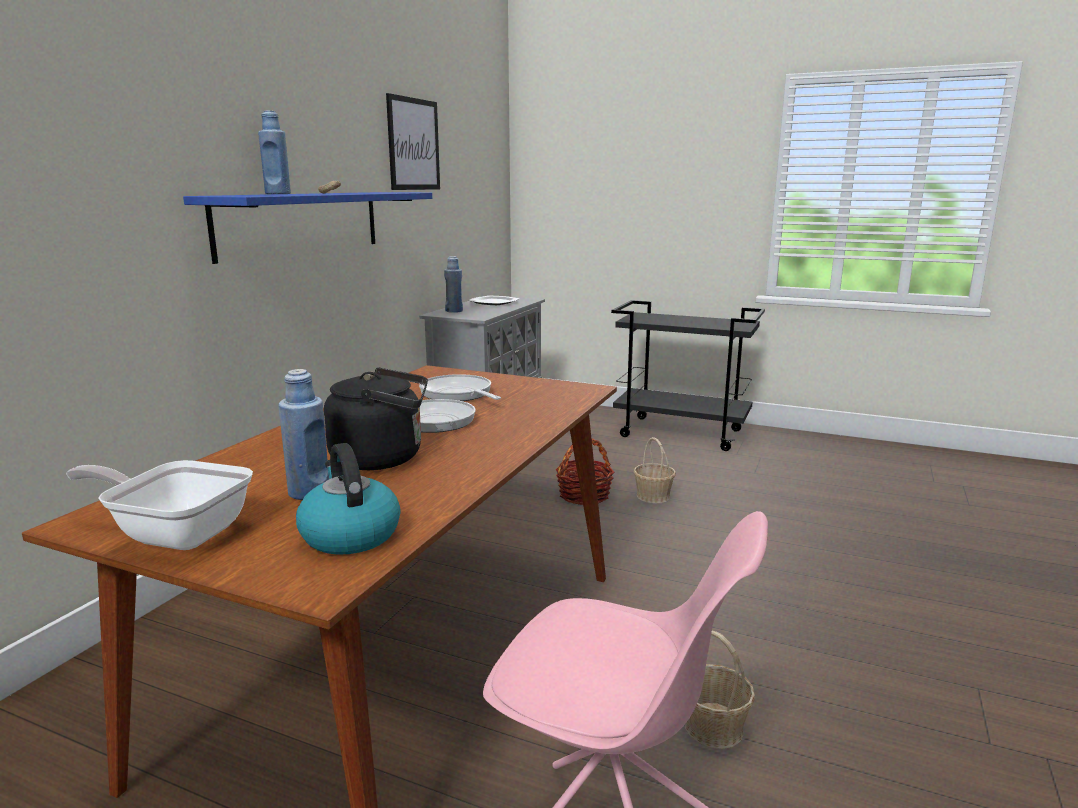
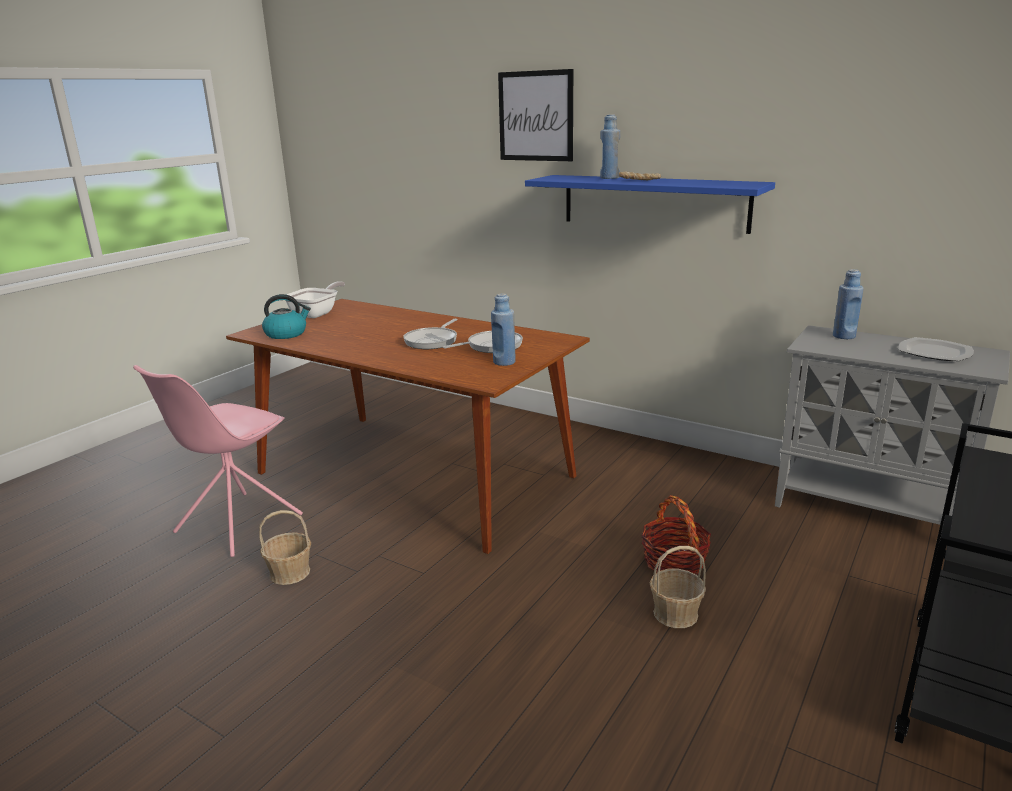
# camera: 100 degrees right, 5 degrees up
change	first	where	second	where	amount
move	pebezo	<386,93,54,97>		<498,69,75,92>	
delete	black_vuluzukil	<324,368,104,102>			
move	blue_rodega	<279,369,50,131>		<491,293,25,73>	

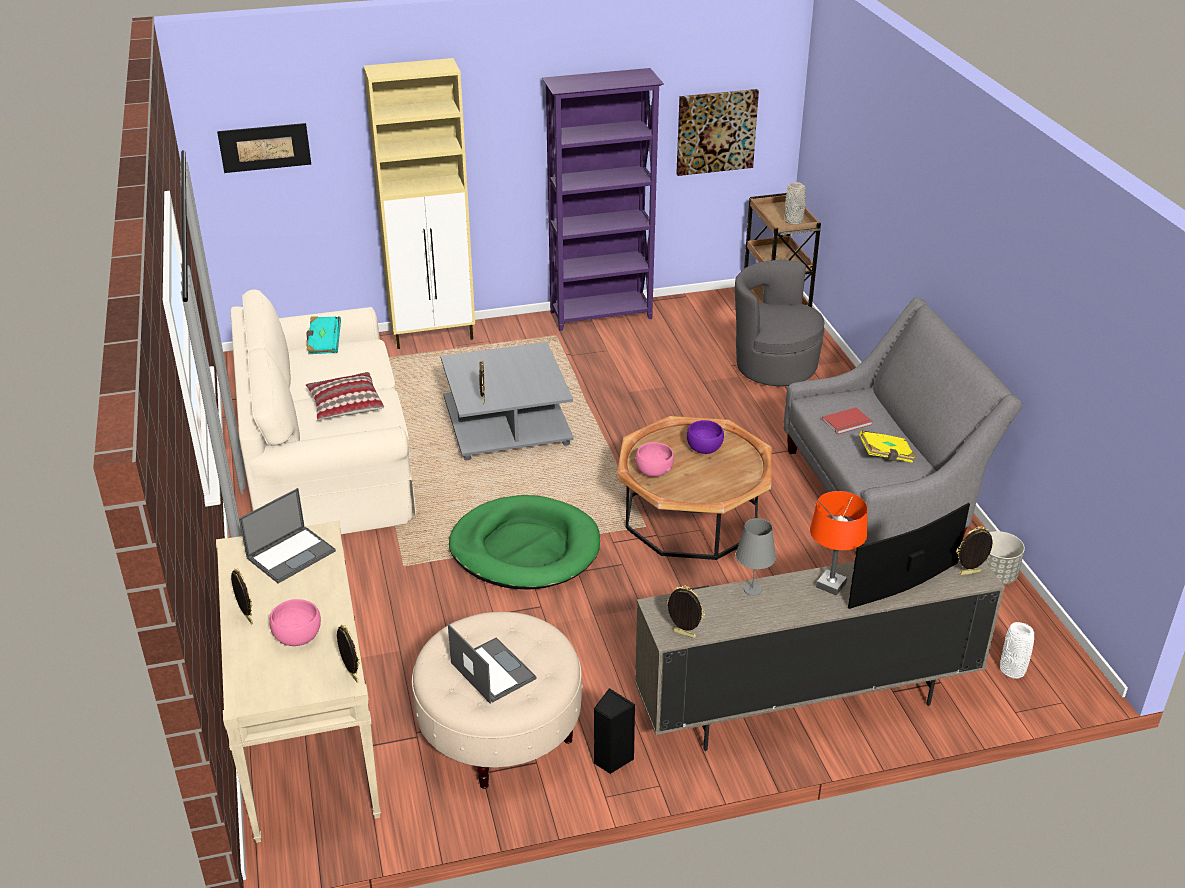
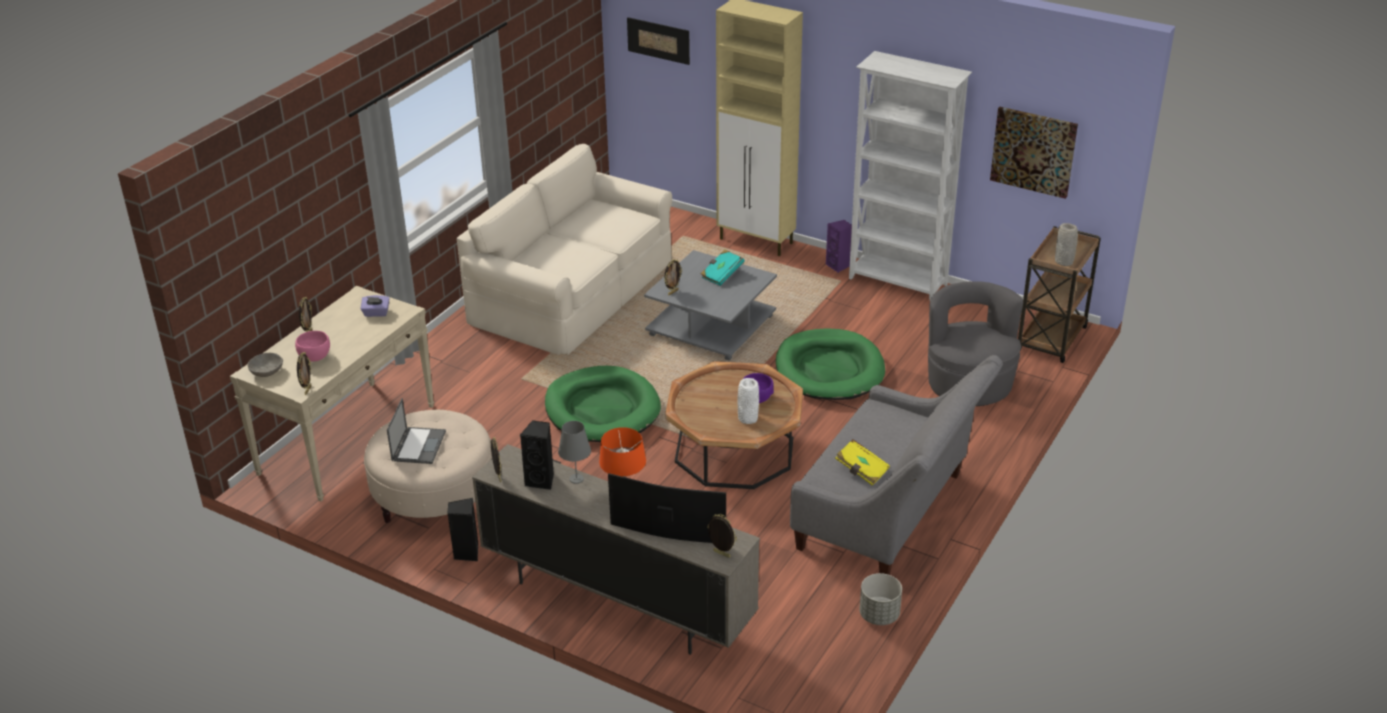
# camera: 45 degrees right, 0 degrees up
change	first	where	second	where	amount
recolor	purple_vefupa	<542,68,122,263>	white_vefupa	<849,51,123,249>	
move	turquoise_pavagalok	<306,316,35,38>		<700,249,45,37>	
delete	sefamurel	<306,372,78,48>			
delete	red_pavagalok	<822,407,50,27>			
delete	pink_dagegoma	<635,442,39,35>			
replace	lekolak	<239,488,97,95>	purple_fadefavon	<361,295,29,22>	
move	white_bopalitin	<1000,622,34,57>		<737,378,22,46>	
insert			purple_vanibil	<826,220,26,53>	
insert			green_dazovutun	<776,328,109,72>	
insert			grey_dagegoma	<247,353,36,24>	
insert			black_vanibil	<520,420,34,70>	

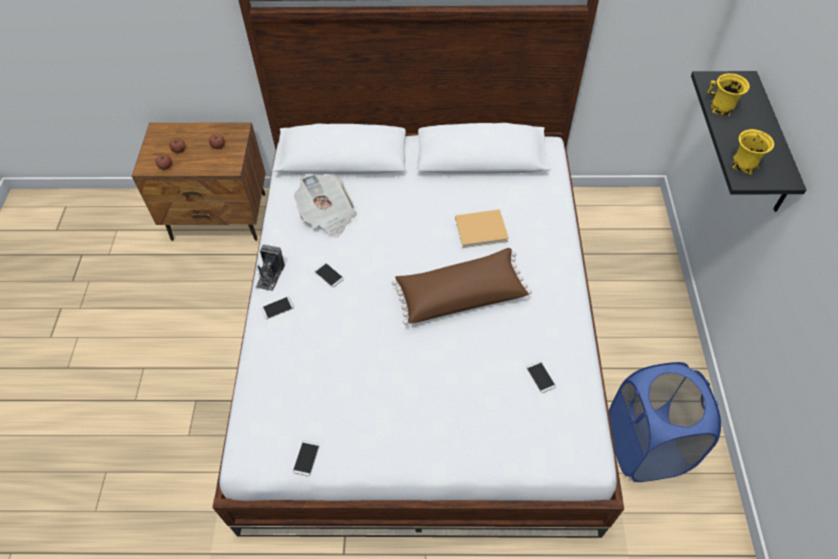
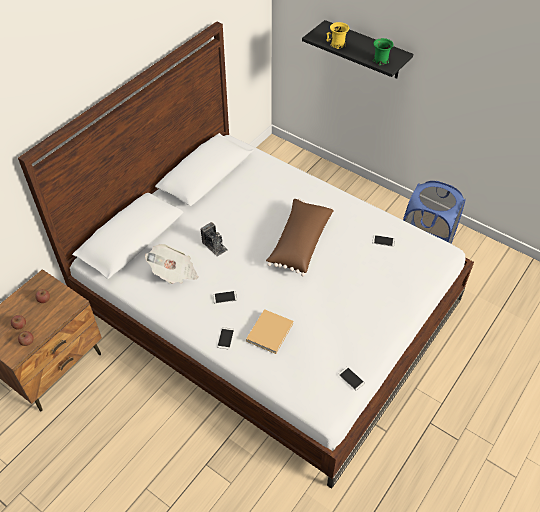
# camera: 55 degrees left, 5 degrees down
change	first	where	second	where	amount
recolor	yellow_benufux	<732,129,42,46>	green_benufux	<373,38,21,27>	
move	beige_pavagalok	<455,209,54,39>		<246,309,47,45>	
move	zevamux	<255,245,30,46>		<201,222,27,35>	

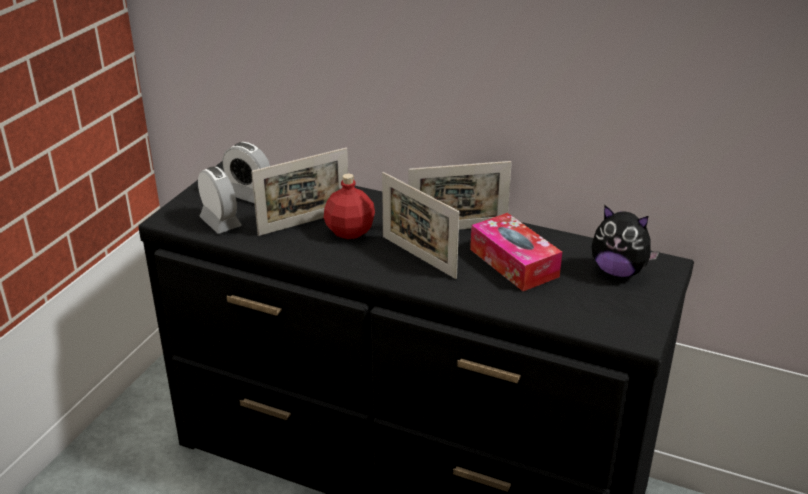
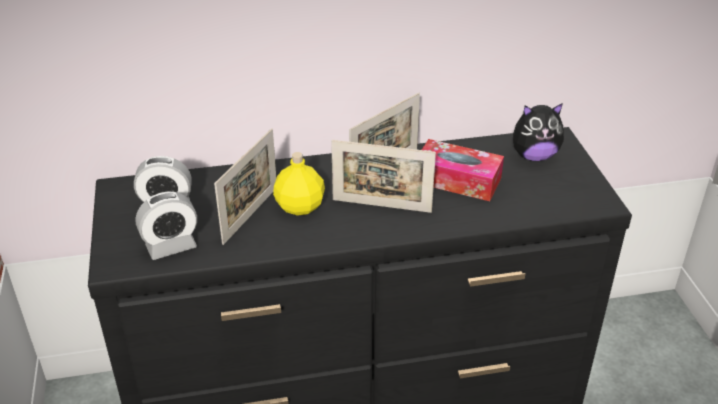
# camera: 35 degrees left, 5 degrees up
change	first	where	second	where	amount
rotate	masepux	<198,167,44,67>		<135,192,62,68>	135 degrees clockwise
recolor	red_rodega	<324,174,51,65>	yellow_rodega	<273,152,52,64>	

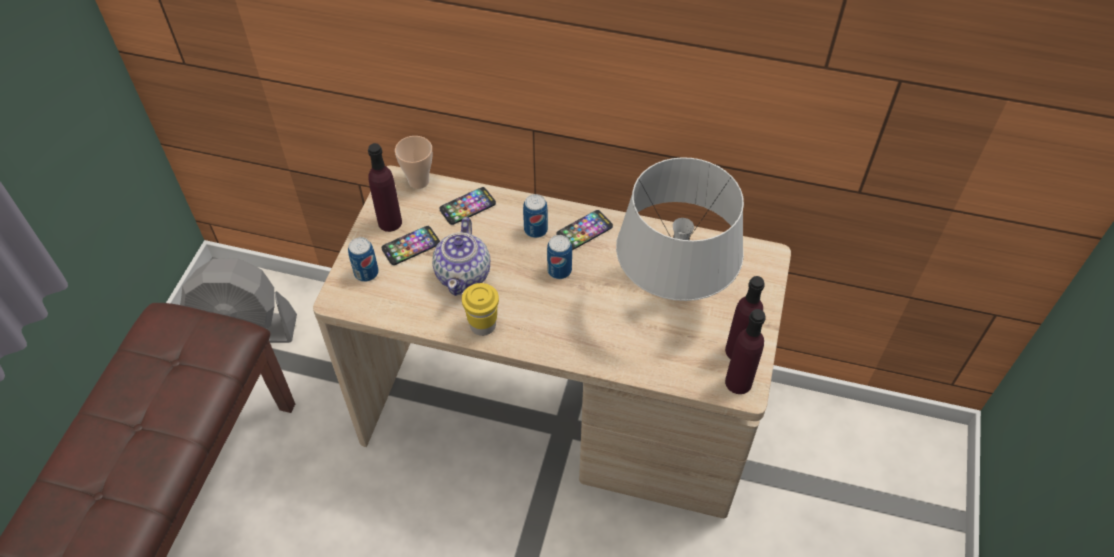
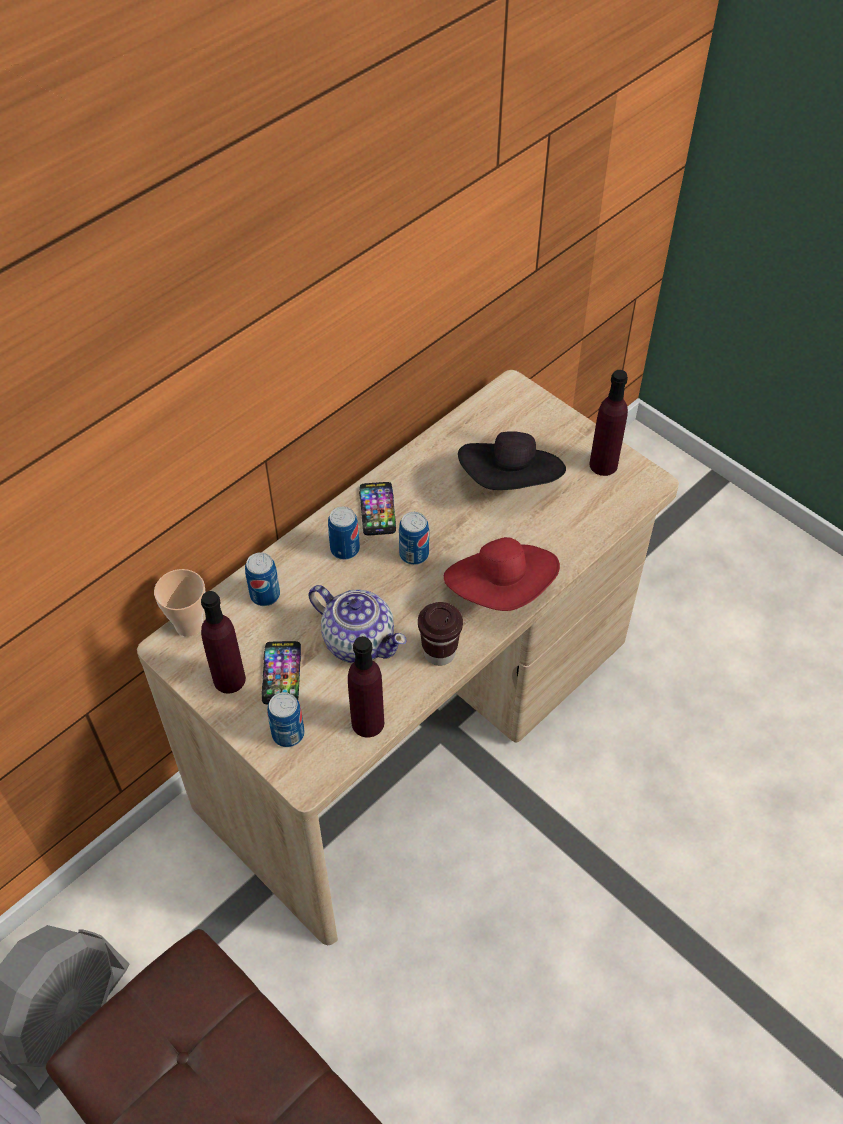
# camera: 60 degrees left, 0 degrees up
change	first	where	second	where	amount
replace	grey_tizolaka	<616,157,128,144>	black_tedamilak	<458,431,108,59>	
replace	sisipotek	<440,187,56,38>	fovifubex	<245,552,35,54>	
recolor	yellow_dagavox	<462,283,37,53>	brown_dagavox	<418,602,45,64>	
move	purple_rodega	<725,309,41,85>		<348,636,36,102>	
insert			red_tedamilak	<444,537,116,74>	

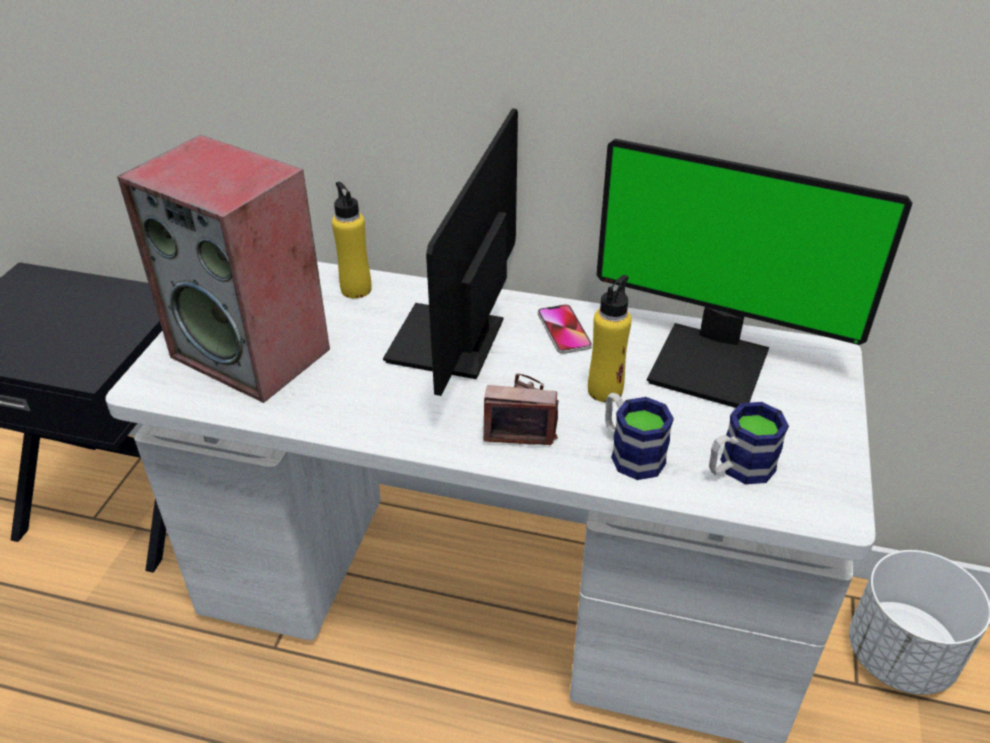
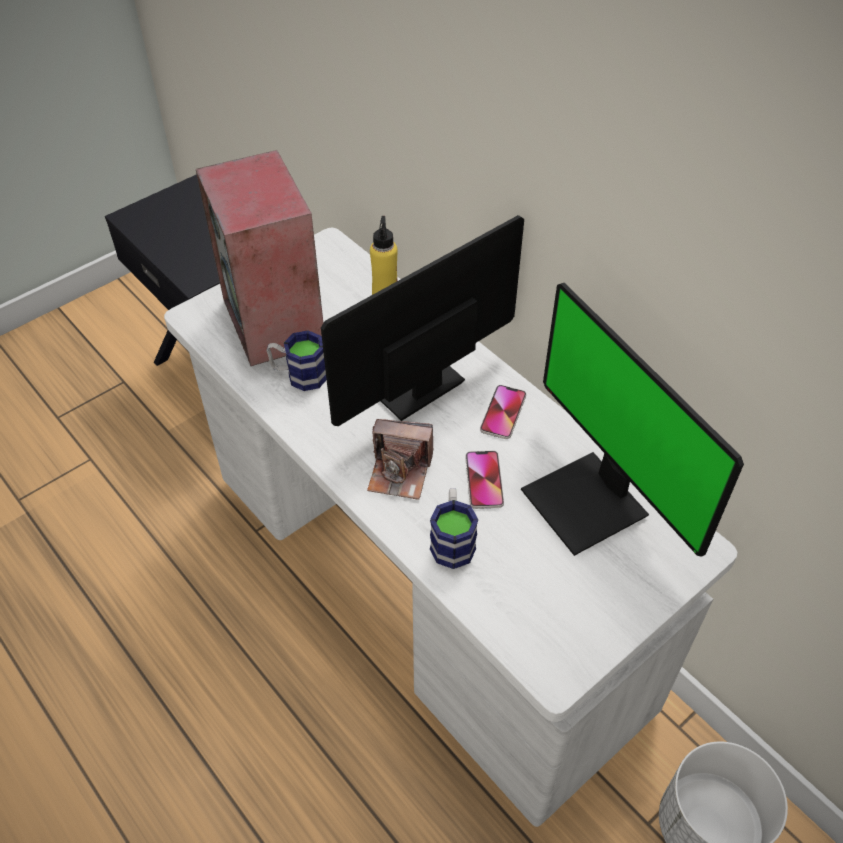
# camera: 35 degrees right, 10 degrees up
change	first	where	second	where	amount
replace	yellow_rodega	<588,275,44,127>	sisipotek	<465,451,39,58>	
rotate	zevamux	<483,373,76,72>		<367,419,66,80>	150 degrees clockwise
move	benufux	<709,402,80,82>		<267,330,60,61>	

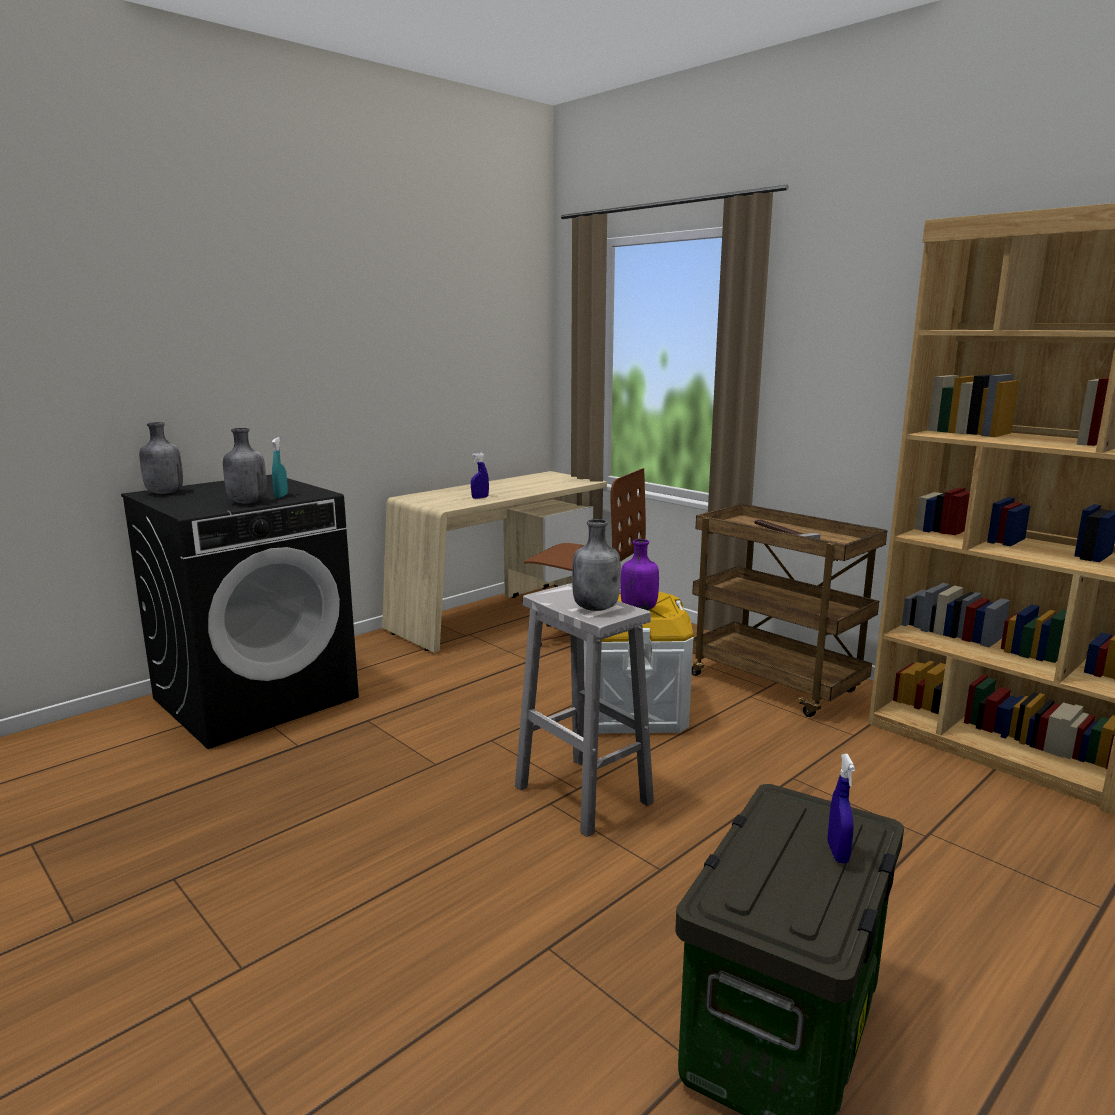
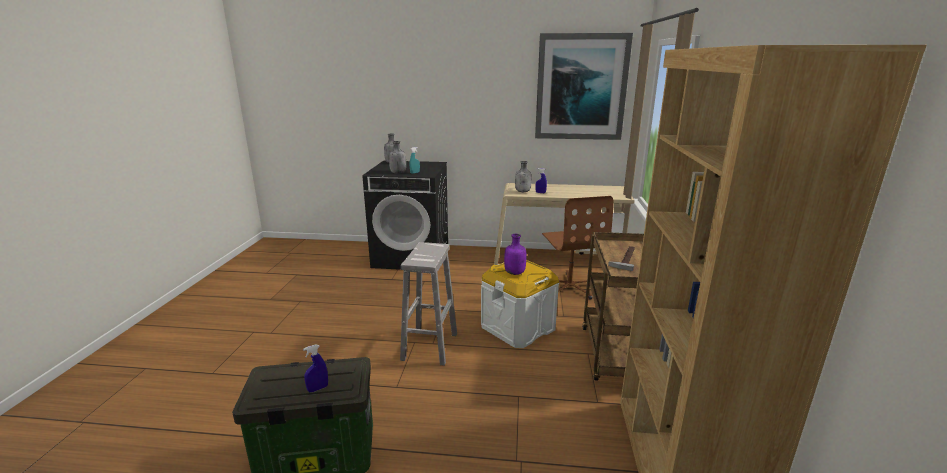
# camera: 50 degrees right, 5 degrees up
change	first	where	second	where	amount
move	grey_rodega	<572,519,49,92>		<515,161,17,31>	
insert			pebezo	<535,33,98,107>	

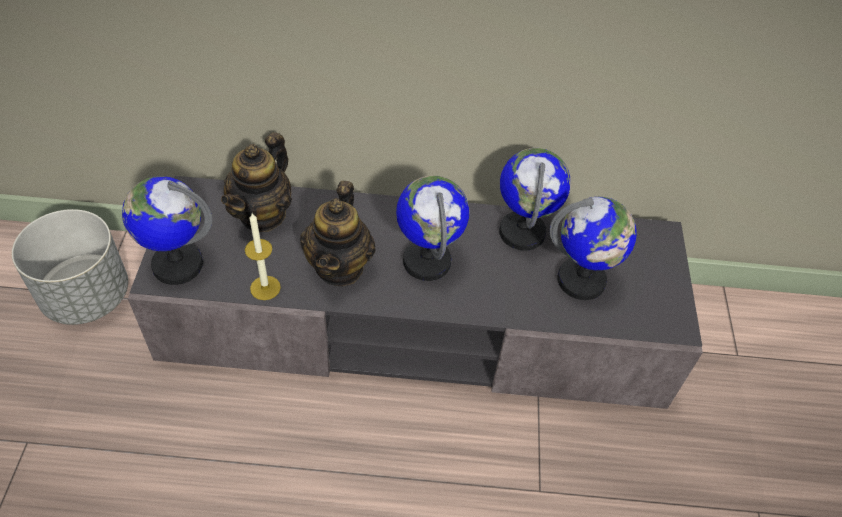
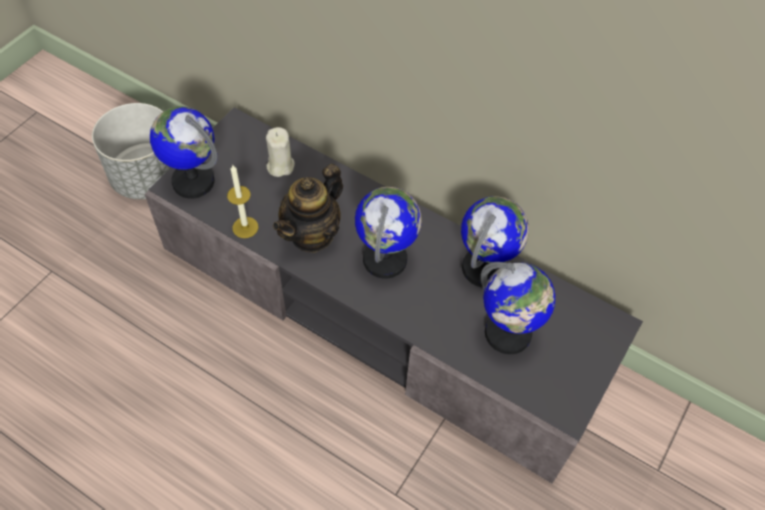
# camera: 30 degrees right, 5 degrees up
change	first	where	second	where	amount
replace	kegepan	<221,132,71,100>	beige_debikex	<266,127,29,50>	

